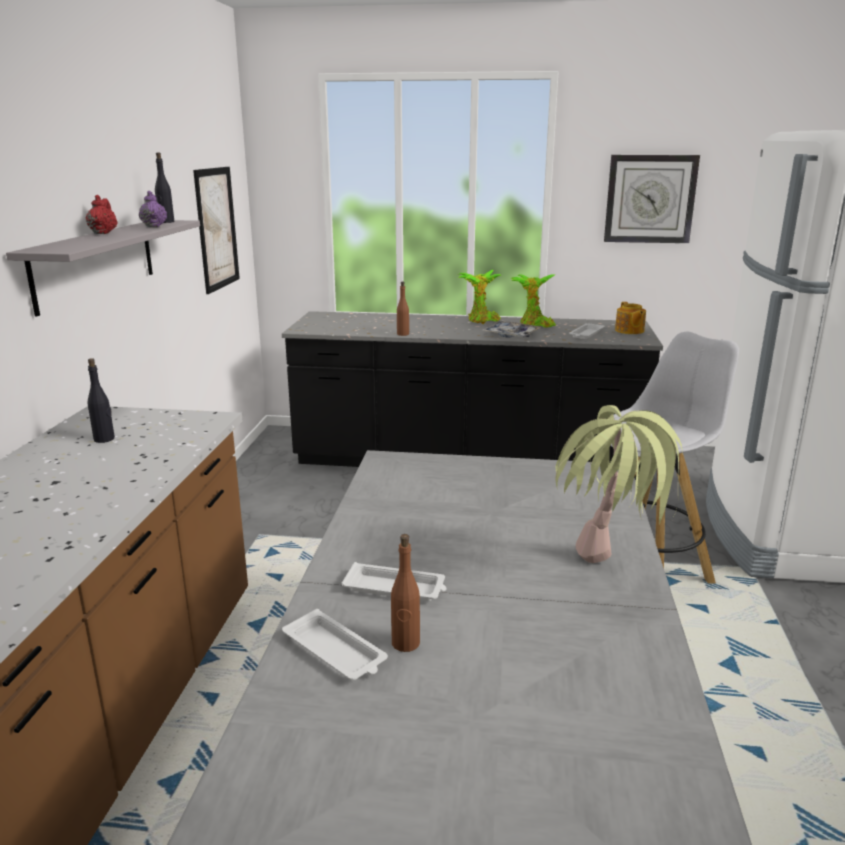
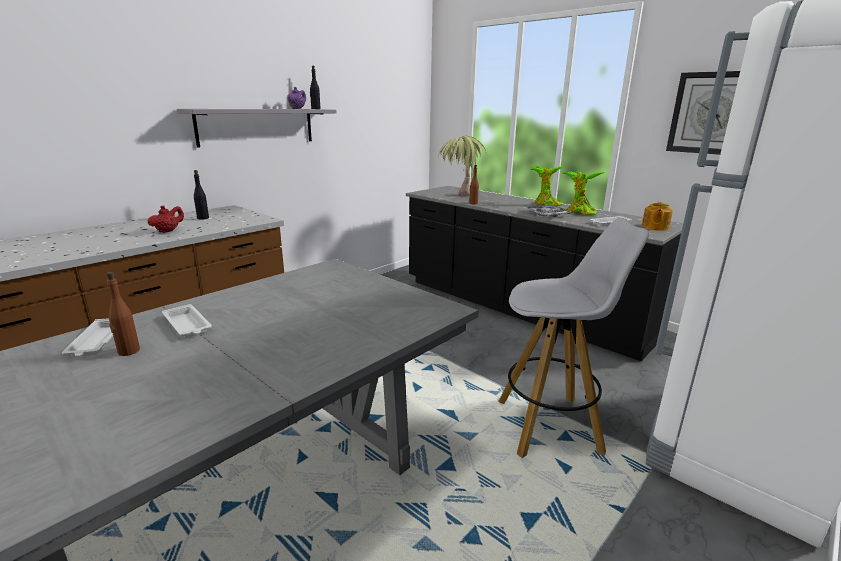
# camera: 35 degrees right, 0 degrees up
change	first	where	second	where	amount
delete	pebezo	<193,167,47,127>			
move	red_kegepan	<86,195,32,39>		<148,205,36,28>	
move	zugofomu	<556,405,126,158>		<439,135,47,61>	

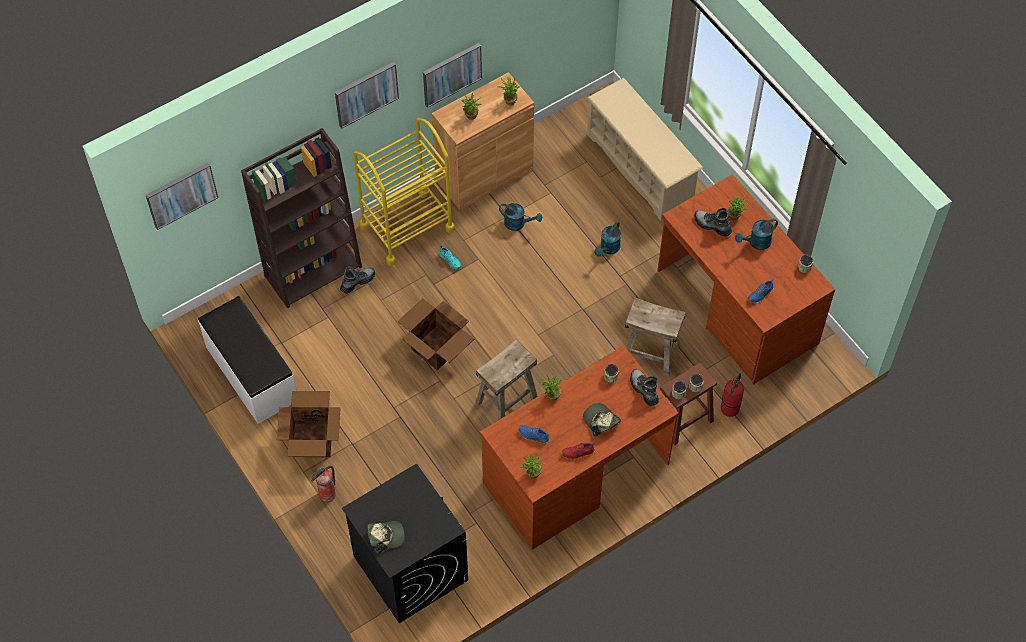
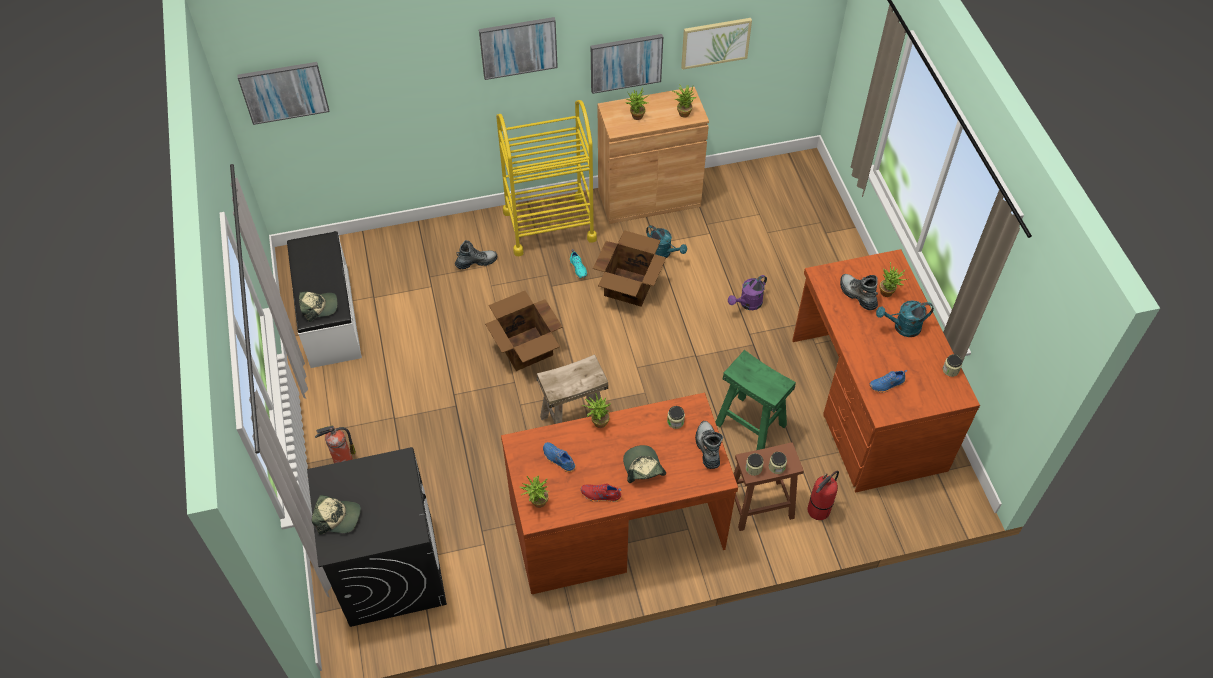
# camera: 20 degrees right, 5 degrees down
change	first	where	second	where	amount
delete	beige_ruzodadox	<587,78,116,143>			
delete	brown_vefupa	<241,128,121,180>			
recolor	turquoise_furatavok	<594,221,27,35>	purple_furatavok	<728,275,39,35>	
recolor	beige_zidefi	<625,298,60,80>	green_zidefi	<715,350,81,100>	
move	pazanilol	<277,391,64,66>		<593,230,73,77>	
insert			pebezo	<681,18,71,52>	
insert			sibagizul	<299,292,39,30>	

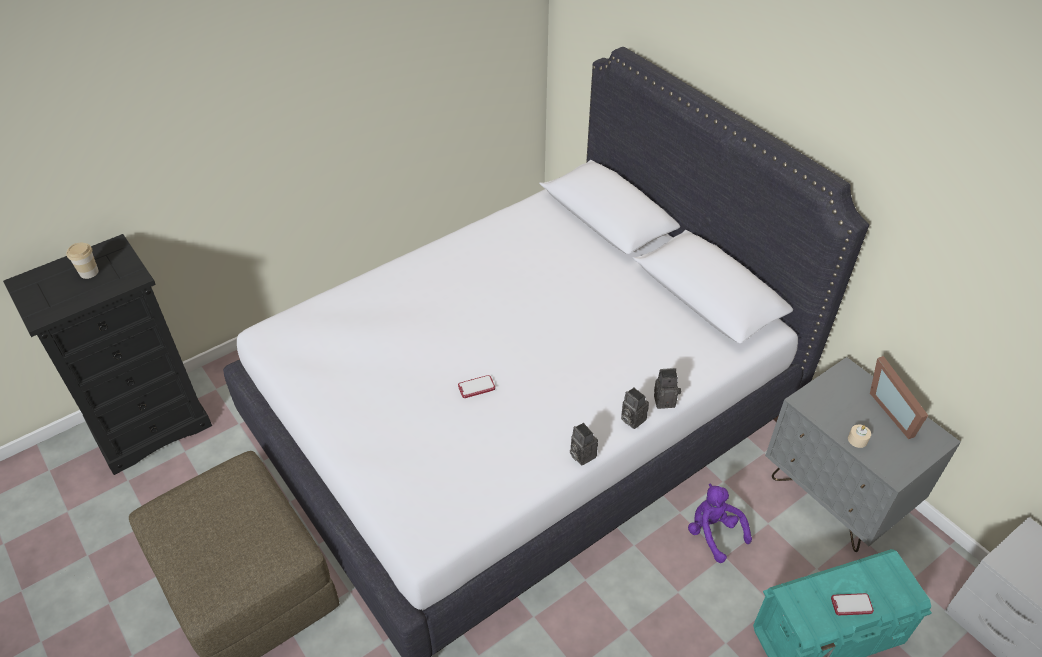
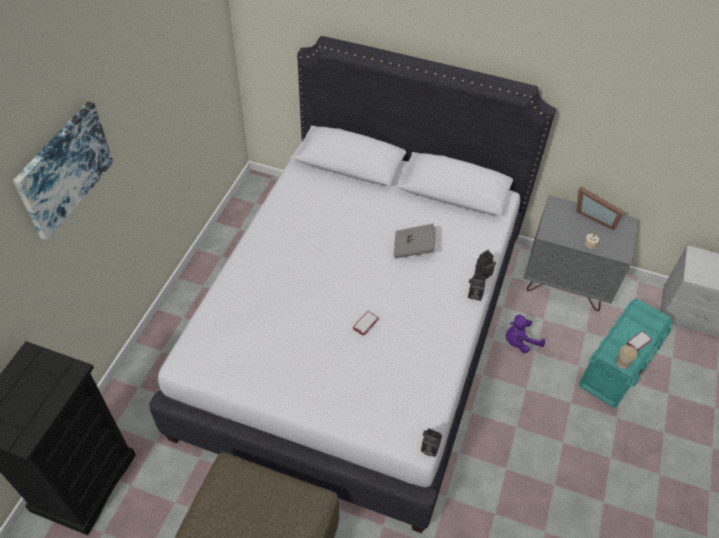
# camera: 35 degrees left, 5 degrees up
change	first	where	second	where	amount
move	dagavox	<66,243,33,36>		<616,345,22,24>	
move	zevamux	<570,423,28,42>		<421,428,21,29>	
rotate	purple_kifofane	<688,484,64,79>		<506,315,39,38>	45 degrees counterclockwise
insert			pebezo	<13,101,100,139>	
insert			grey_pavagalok	<394,223,42,35>	

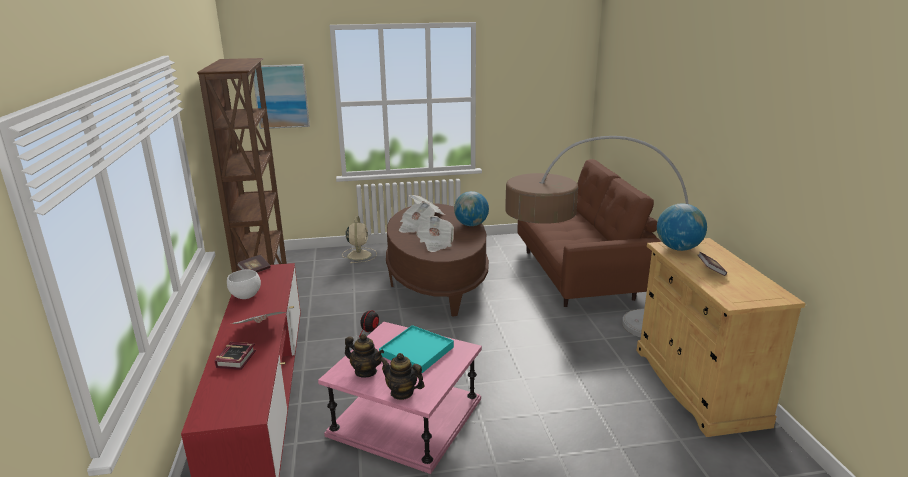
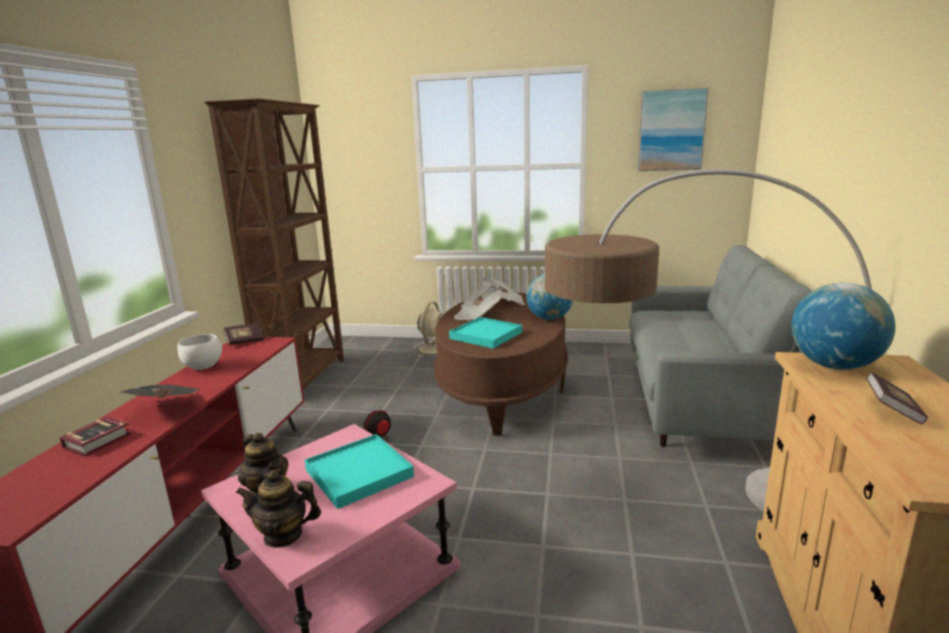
# camera: 20 degrees right, 5 degrees down
change	first	where	second	where	amount
move	pebezo	<253,64,57,65>		<638,88,71,83>	
recolor	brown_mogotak	<518,159,144,148>	grey_mogotak	<629,245,183,202>	
replace	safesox	<416,216,38,36>	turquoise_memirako	<449,317,73,31>	
rotate	kegepan	<380,353,45,47>		<236,471,85,77>	45 degrees counterclockwise

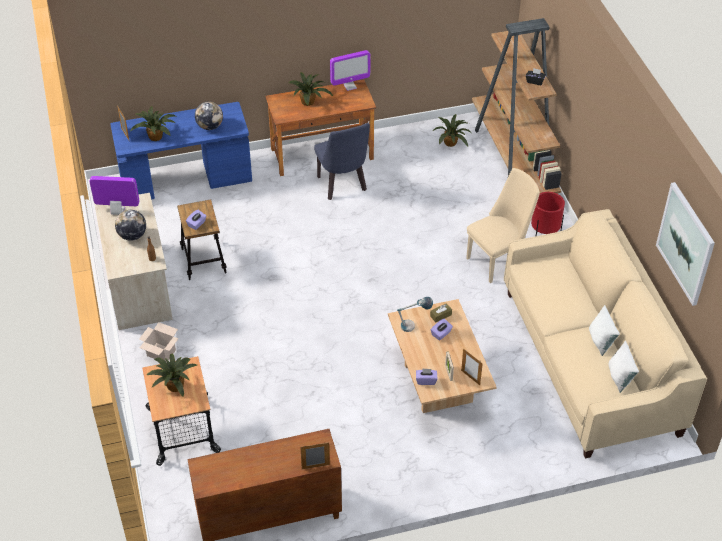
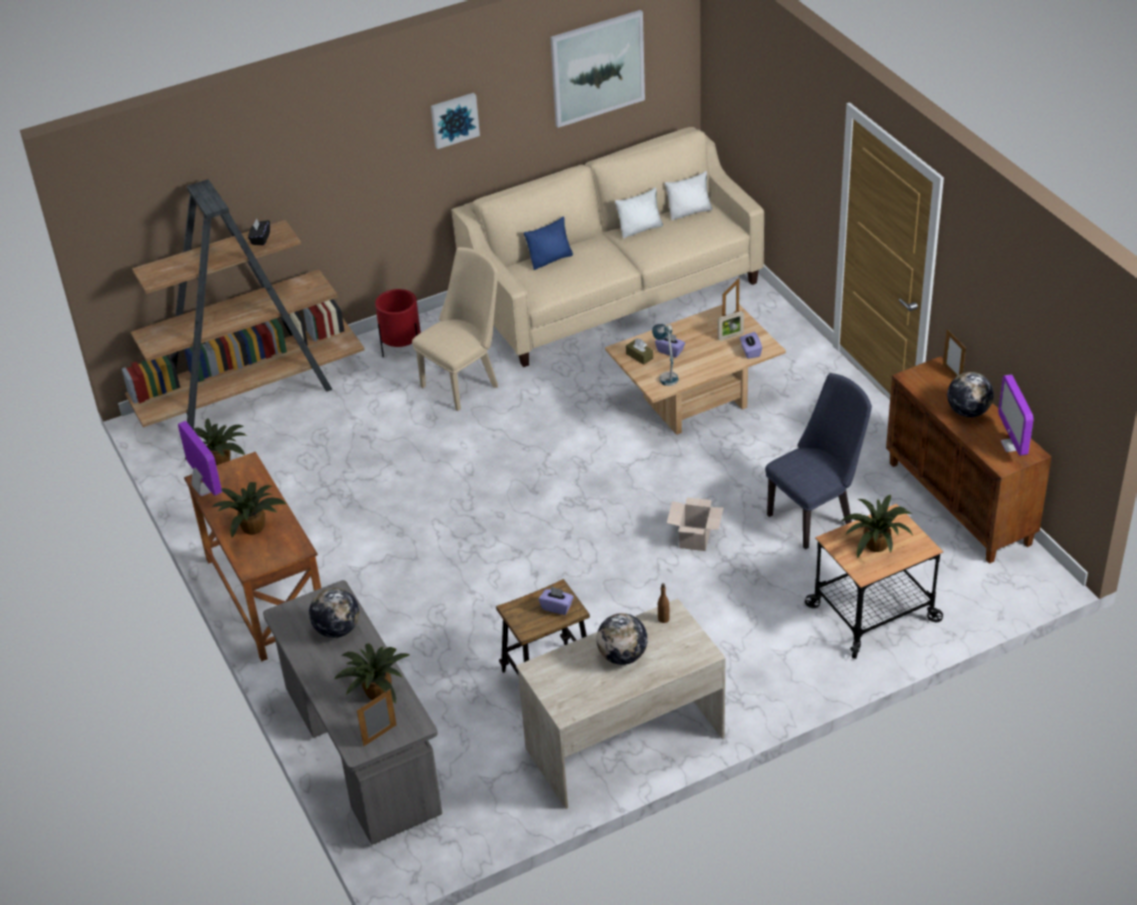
# camera: 100 degrees left, 5 degrees down
change	first	where	second	where	amount
recolor	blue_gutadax	<110,102,142,98>	grey_gutadax	<263,580,179,265>	
move	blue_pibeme	<314,123,56,77>		<765,373,107,176>	
rotate	beige_pibeme	<466,168,74,115>		<412,247,86,164>	90 degrees clockwise
move	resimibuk	<89,176,51,39>		<998,374,36,82>	
move	pazanilol	<139,322,40,39>		<667,497,56,54>	
insert			pebezo	<431,93,49,56>	
insert			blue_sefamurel	<524,217,49,53>	
insert			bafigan	<947,372,47,45>	

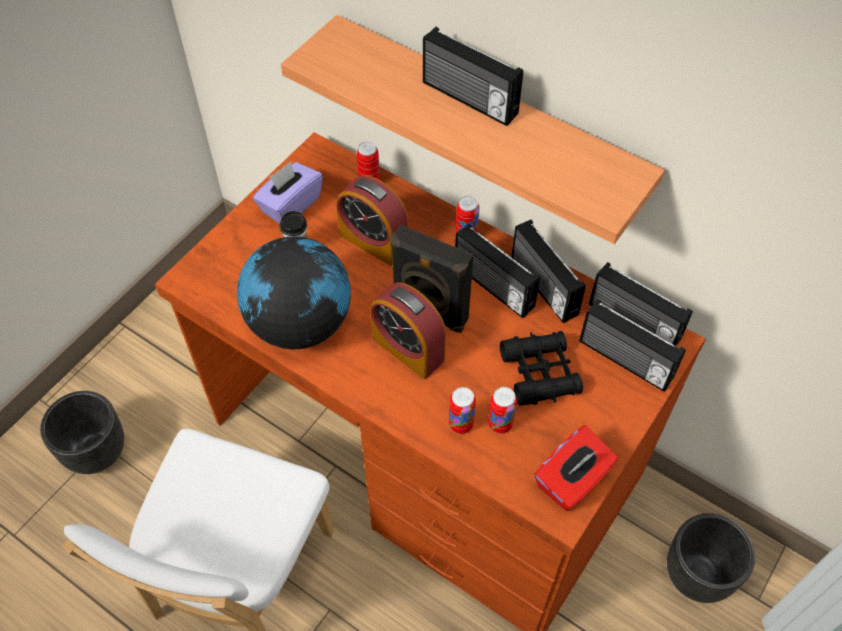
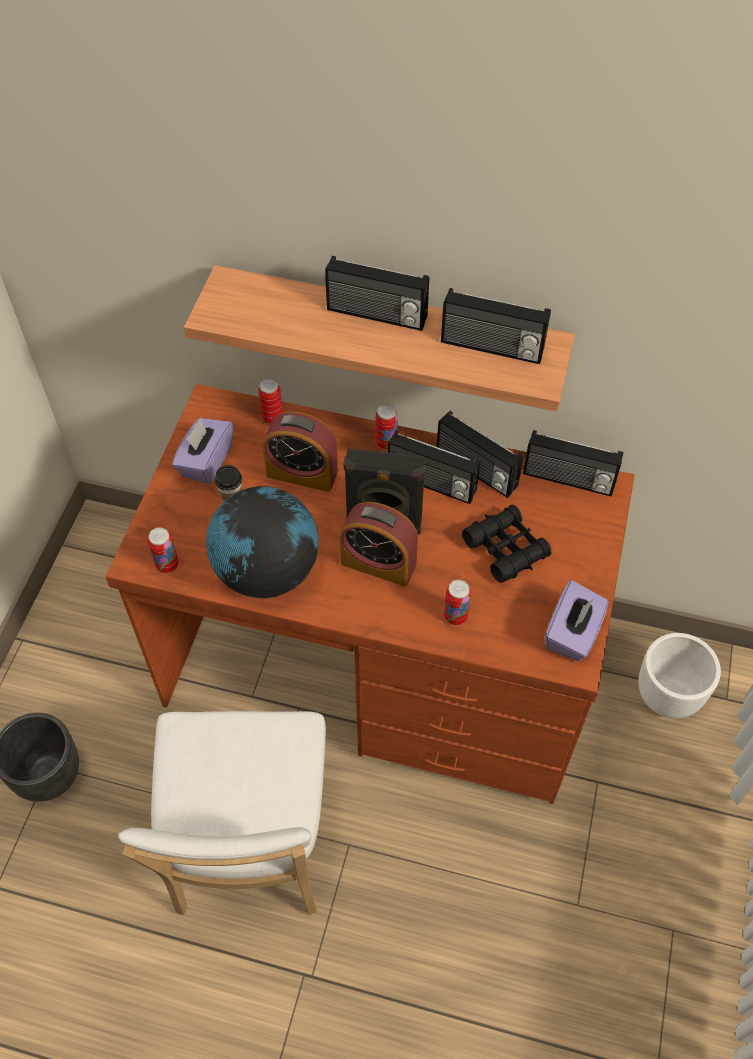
# camera: 20 degrees left, 0 degrees up
change	first	where	second	where	amount
move	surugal	<579,299,107,93>		<441,288,110,76>	
move	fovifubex	<488,387,29,47>		<148,527,31,46>	
recolor	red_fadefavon	<534,425,84,86>	purple_fadefavon	<545,580,63,81>	
recolor	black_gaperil	<667,513,88,90>	white_gaperil	<638,633,83,86>	

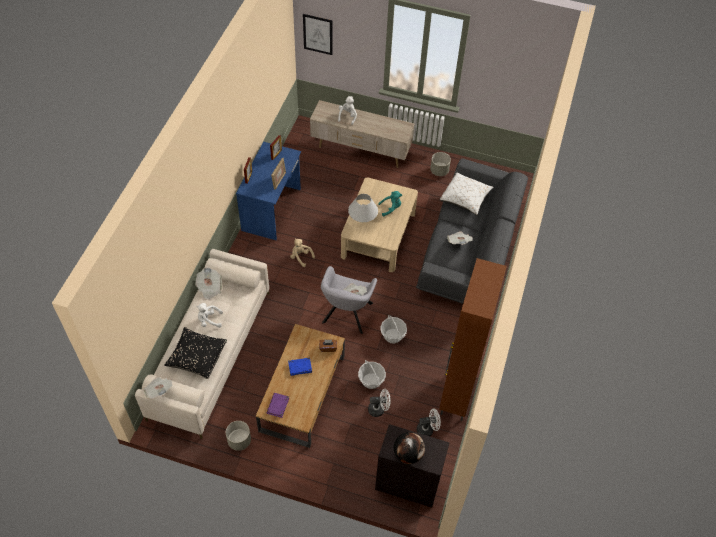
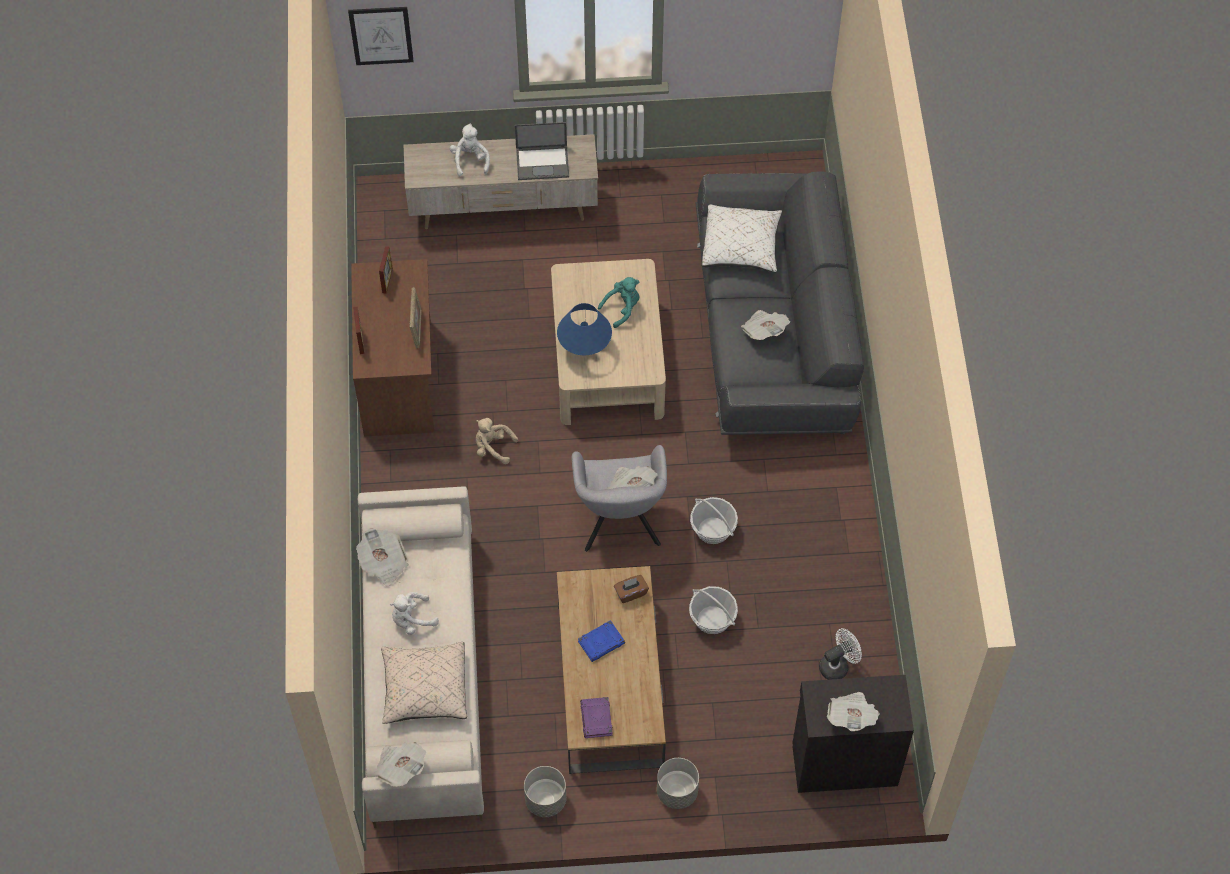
# camera: 20 degrees left, 5 degrees up
change	first	where	second	where	amount
recolor	blue_gutadax	<236,142,65,98>	brown_gutadax	<351,259,84,178>	
move	grey_gaperil	<430,152,21,24>		<657,758,42,51>	
recolor	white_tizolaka	<348,194,30,28>	blue_tizolaka	<557,303,55,52>	
delete	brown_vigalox	<439,258,68,163>			
recolor	black_sefamurel	<165,327,62,52>	beige_sefamurel	<381,642,86,82>	
delete	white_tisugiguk	<368,389,23,28>			
replace	bafigan	<394,432,31,32>	safesox	<827,692,53,39>	
insert			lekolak	<515,122,54,58>	

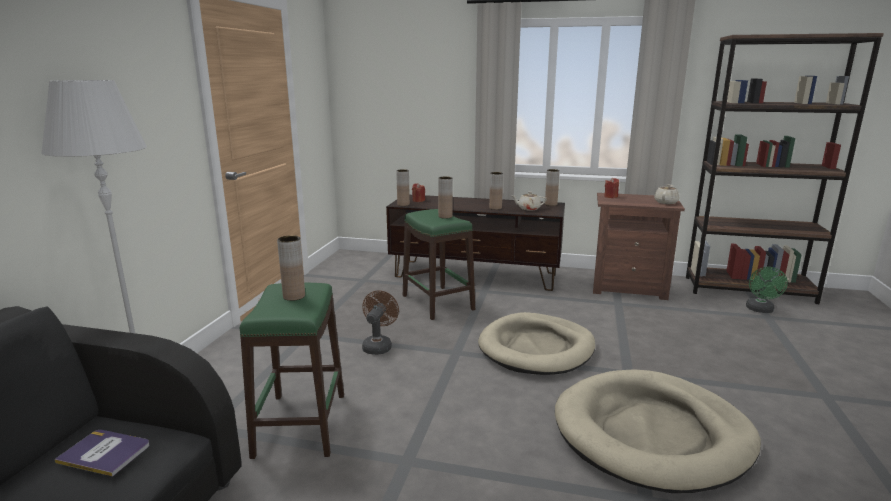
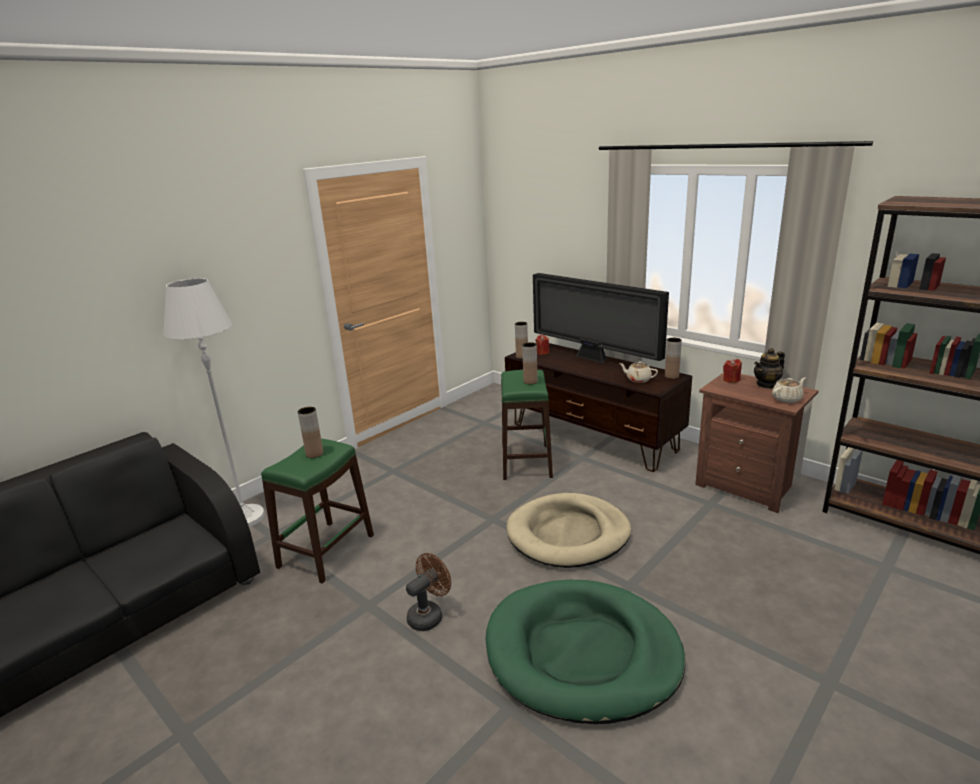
# camera: 30 degrees right, 5 degrees up
change	first	where	second	where	amount
delete	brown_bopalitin	<489,172,14,38>			
delete	green_tisugiguk	<746,267,42,46>			
move	brown_tisugiguk	<362,291,37,64>		<406,553,45,78>	
recolor	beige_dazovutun	<555,369,206,124>	green_dazovutun	<486,580,199,144>	
delete	pavagalok	<54,430,95,47>			
insert			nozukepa	<533,273,136,90>	
insert			kegepan	<754,348,31,41>	

